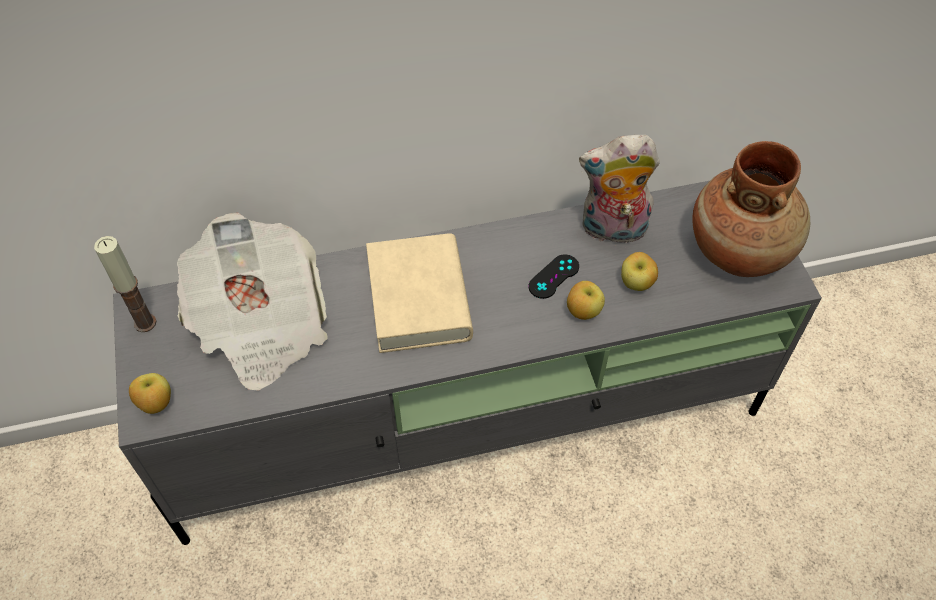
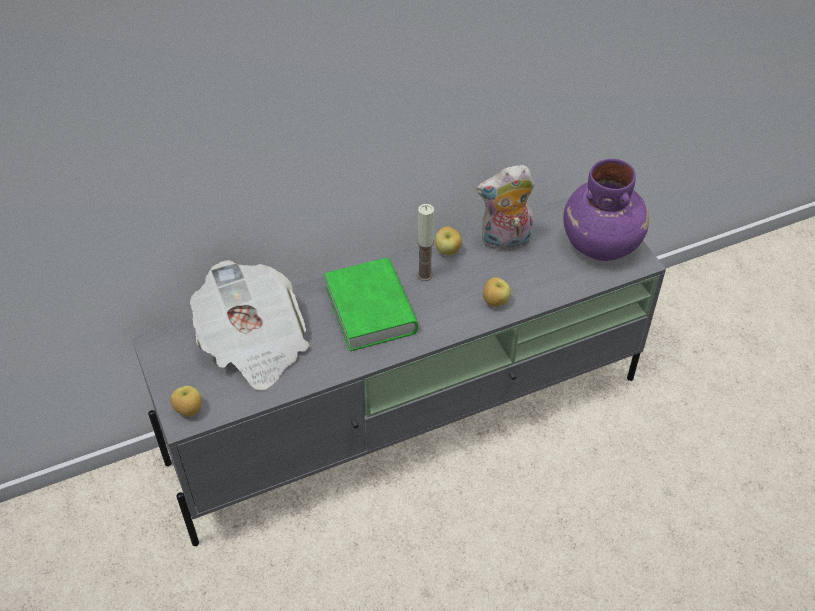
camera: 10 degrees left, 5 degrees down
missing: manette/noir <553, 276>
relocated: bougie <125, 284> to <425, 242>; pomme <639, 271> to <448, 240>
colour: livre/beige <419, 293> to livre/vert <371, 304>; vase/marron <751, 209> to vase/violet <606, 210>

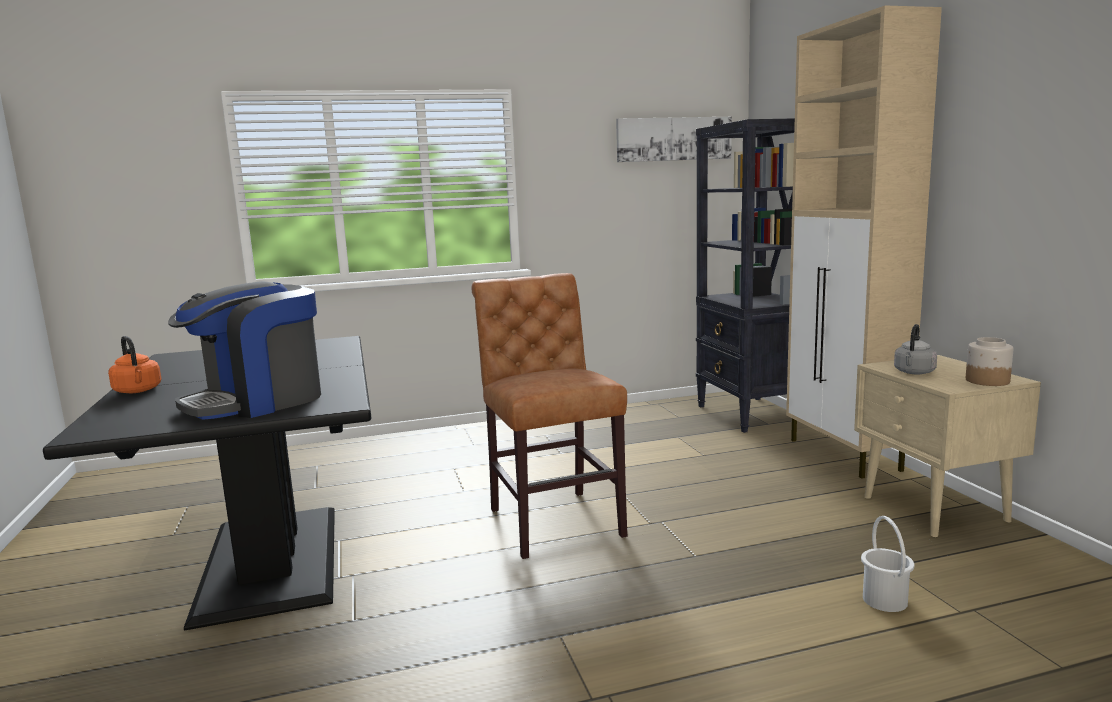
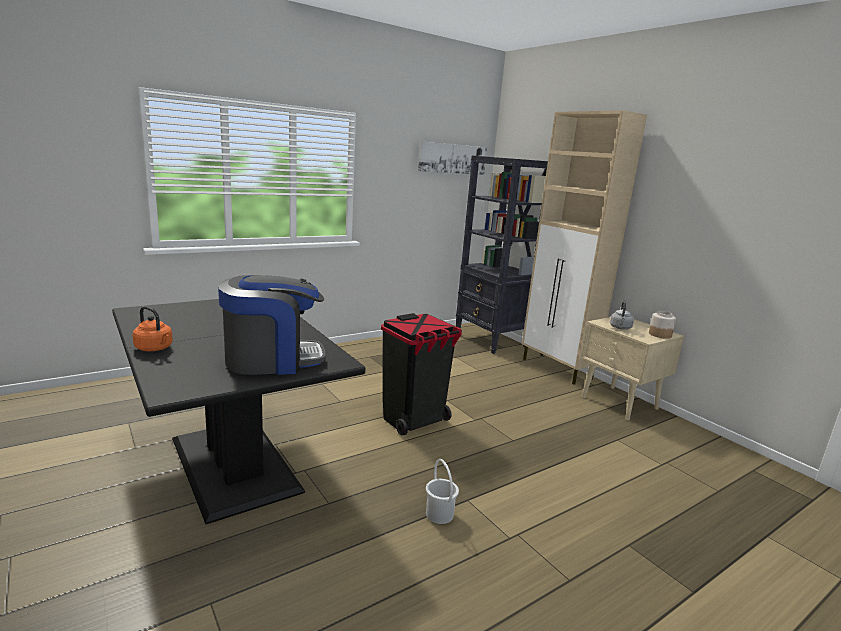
camera: 20 degrees left, 5 degrees up
relocated: seau/blanc <887, 564> to <442, 491>
exchanged: chaise/marron <549, 416> to poubelle/noir <421, 374>
spun: machine à café <244, 350> = <271, 325> 135 degrees counterclockwise

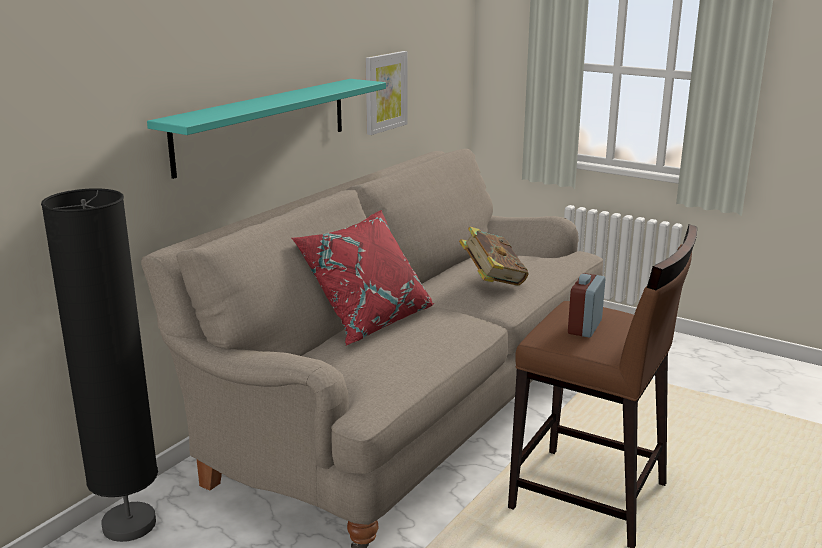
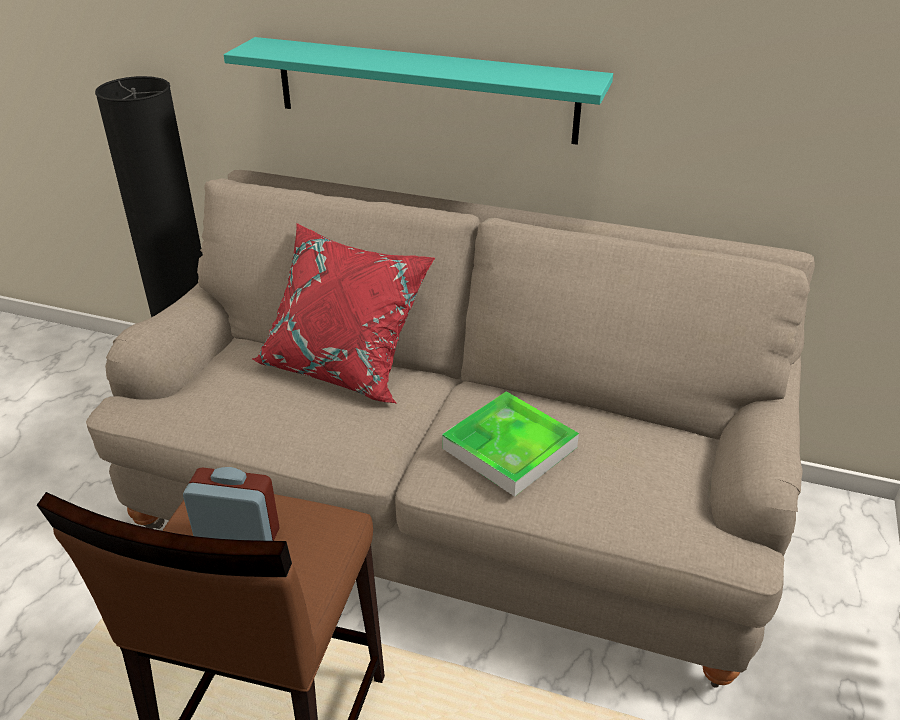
camera: 75 degrees right, 15 degrees up
missing: tableau <386, 93>
exchanged: livre <494, 256> to plateau <510, 444>

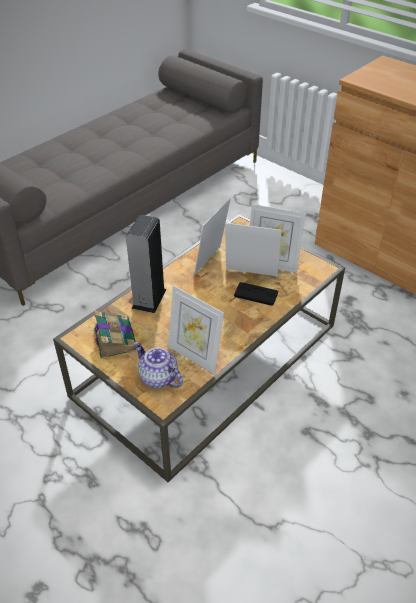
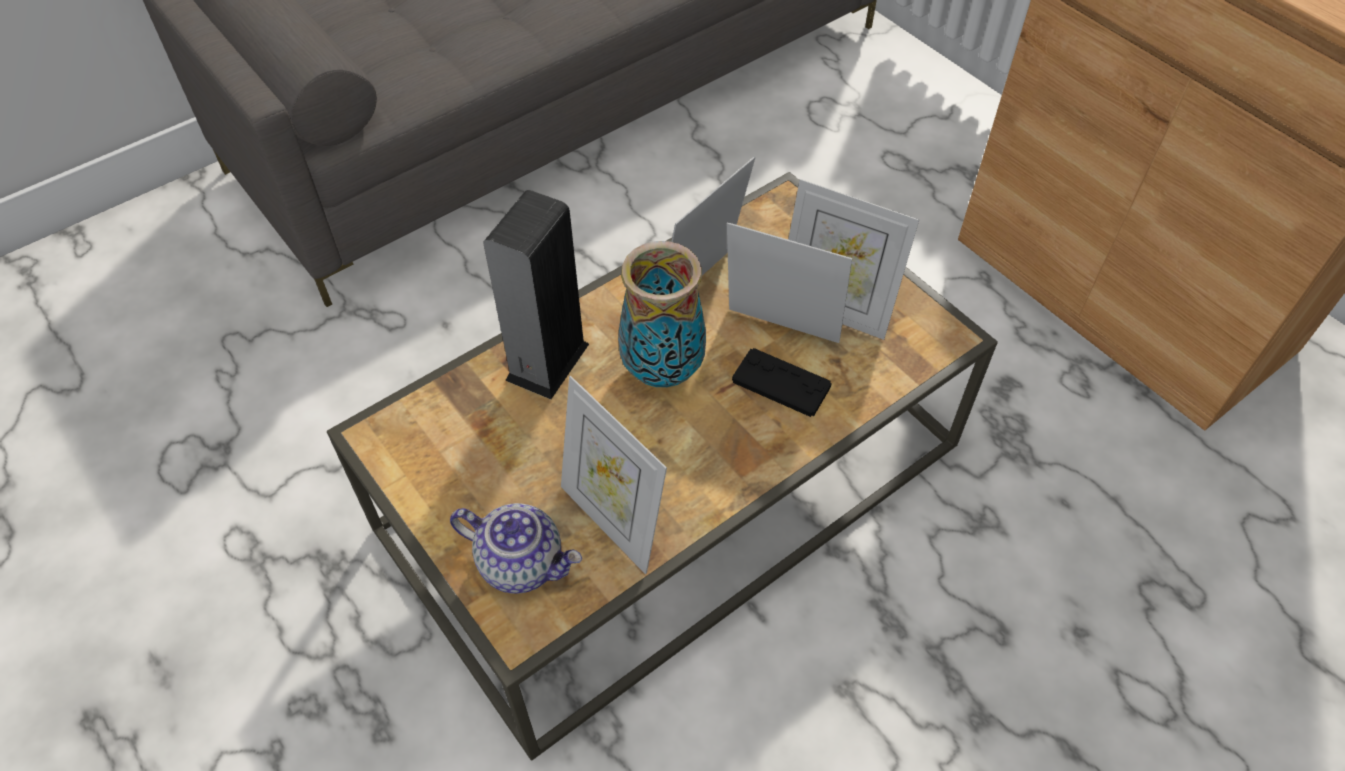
camera: 10 degrees right, 10 degrees up
missing: livre <115, 335>
appeared: vase <662, 314>
spun: théière <158, 365> = <516, 548> 150 degrees clockwise

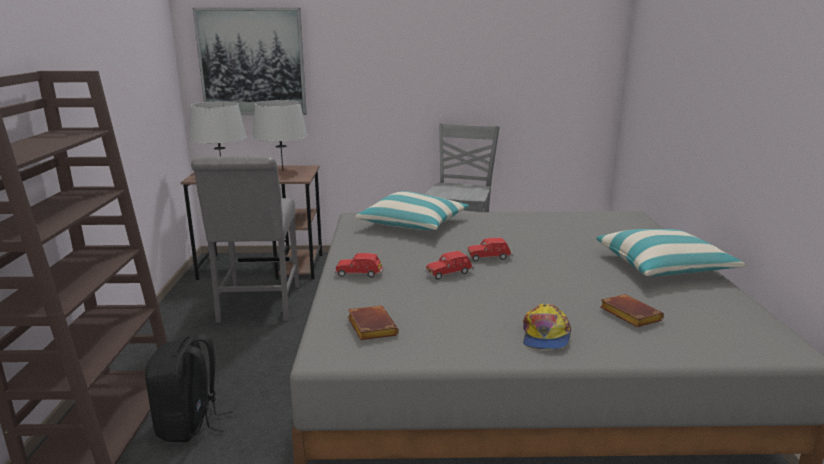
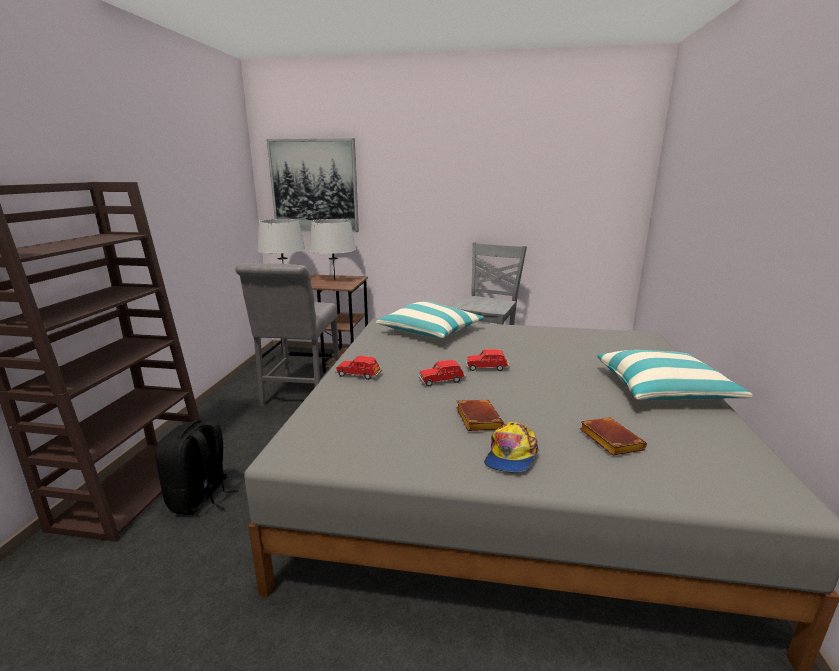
camera: 10 degrees right, 0 degrees up
relocated: livre/marron <373, 323> to <480, 415>

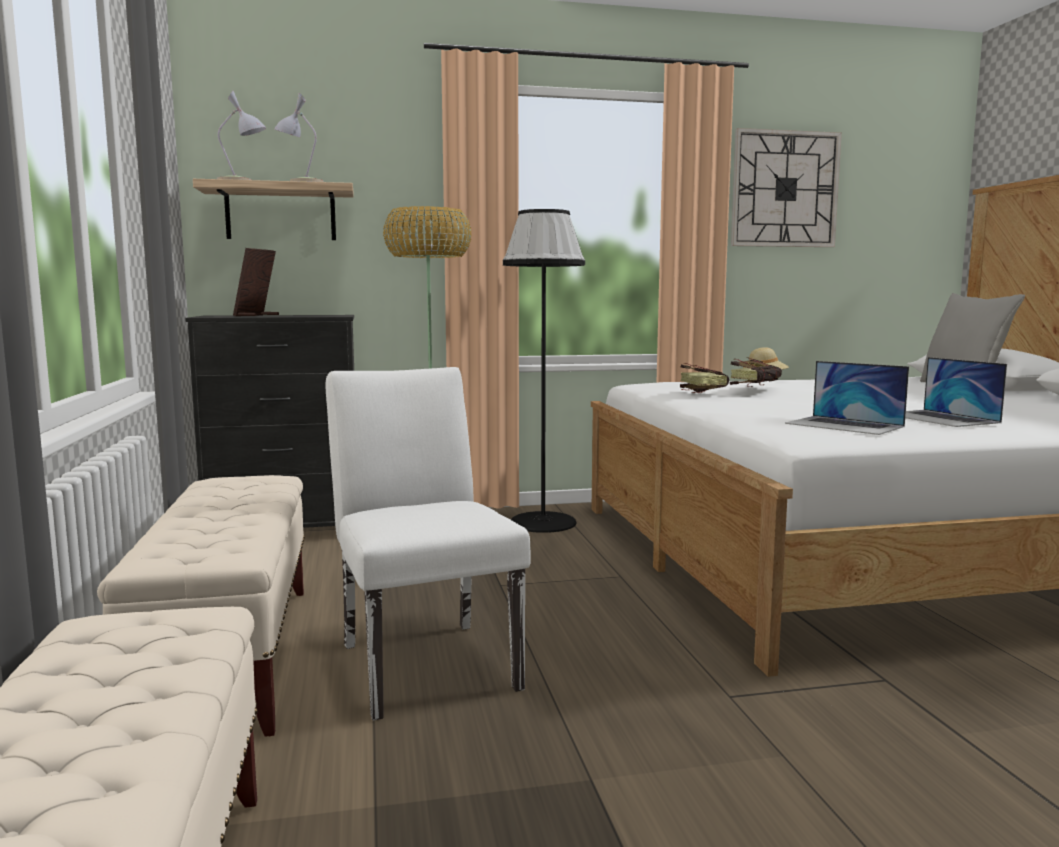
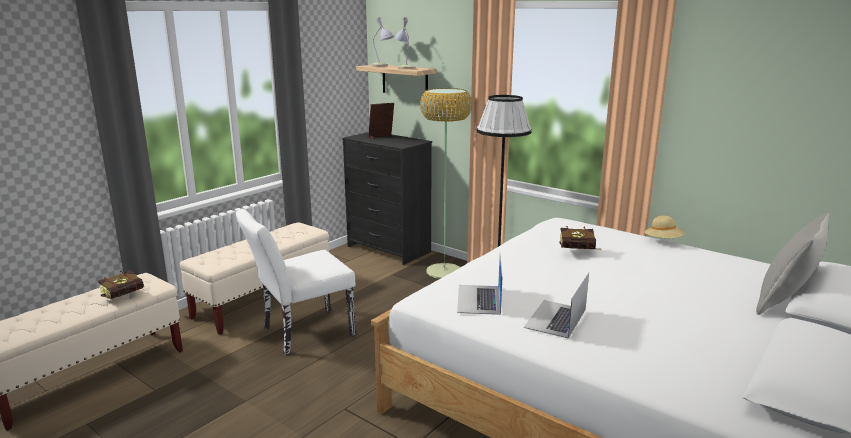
camera: 50 degrees right, 10 degrees up
missing: horloge murale <786, 187>
relocated: livre <704, 378> to <121, 284>
spun: chaise/blanc <428, 544> = <296, 282> 150 degrees counterclockwise

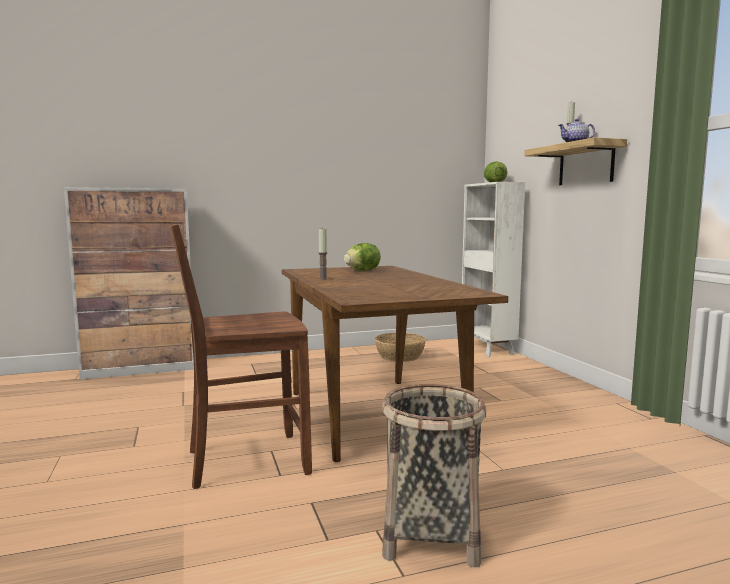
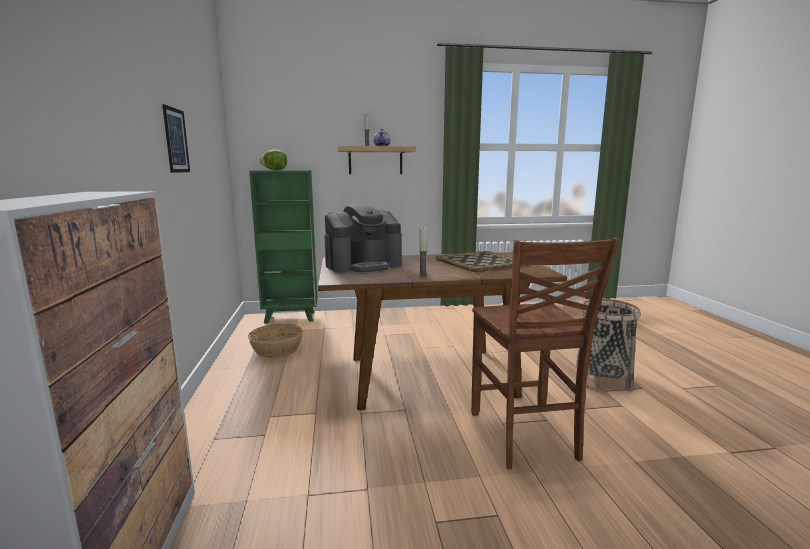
camera: 80 degrees left, 5 degrees up
appeared: tableau <176, 138>; plateau <480, 261>
exchanged: laitue <362, 257> to machine à café <363, 239>
colour: bibliothèque/blanc <493, 269> to bibliothèque/vert <283, 247>

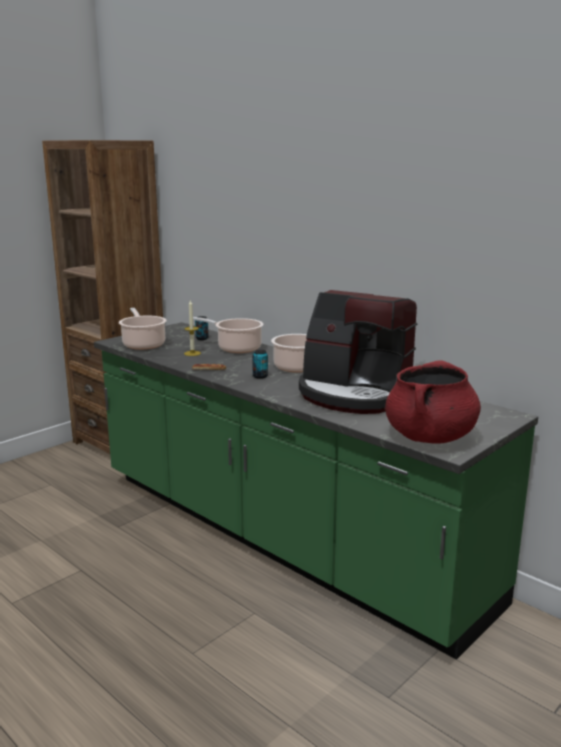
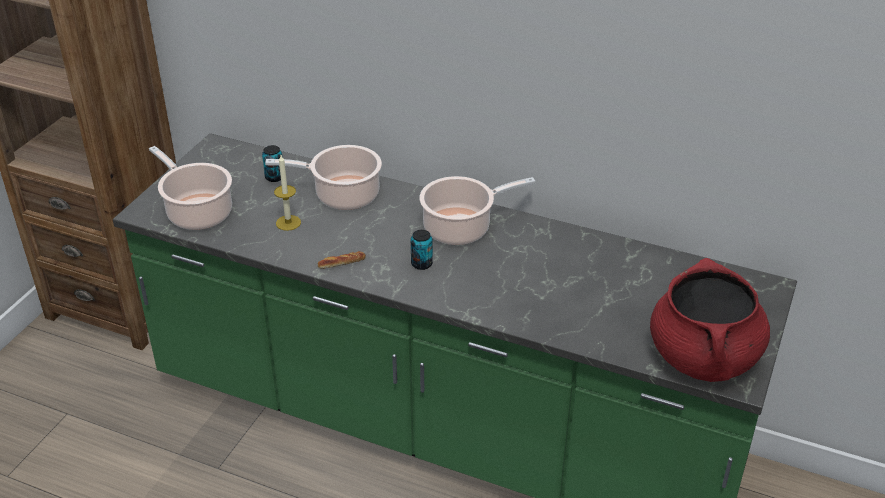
camera: 20 degrees left, 20 degrees up
missing: machine à café <358, 352>

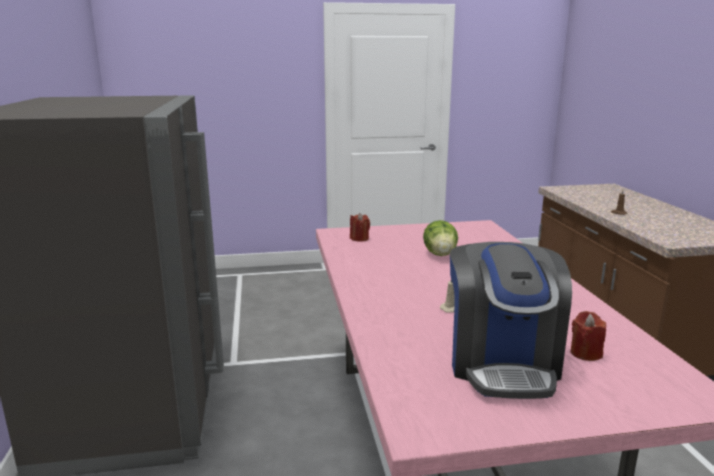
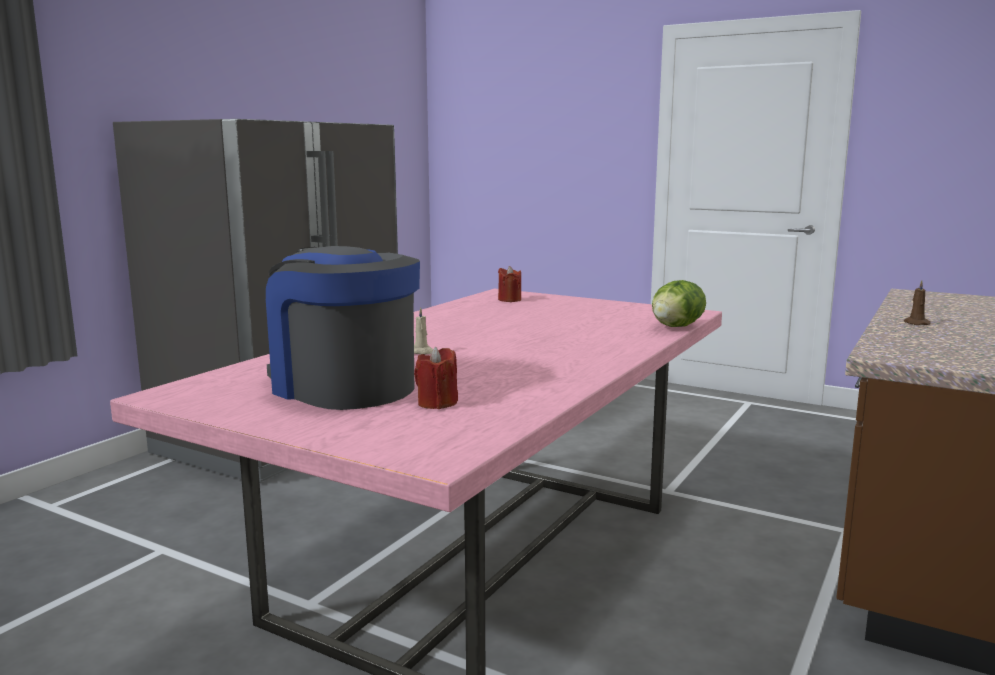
camera: 40 degrees right, 5 degrees down
relocated: laitue <440, 238> to <679, 303>
spun: machine à café <511, 320> = <343, 328> 90 degrees clockwise

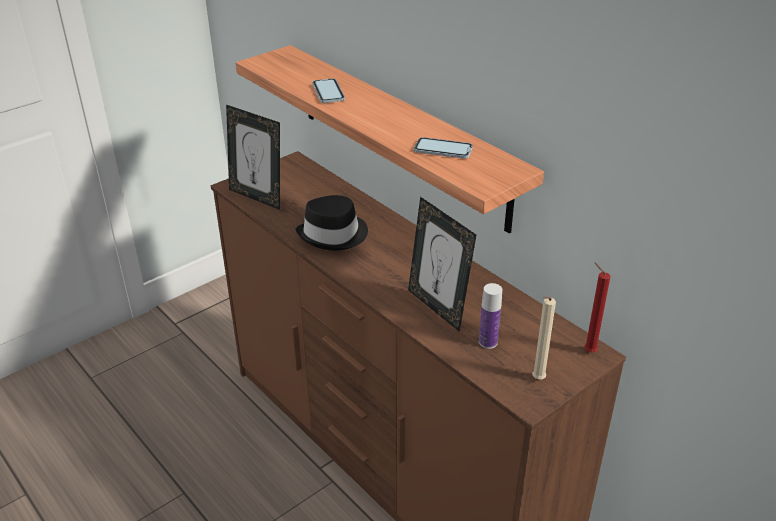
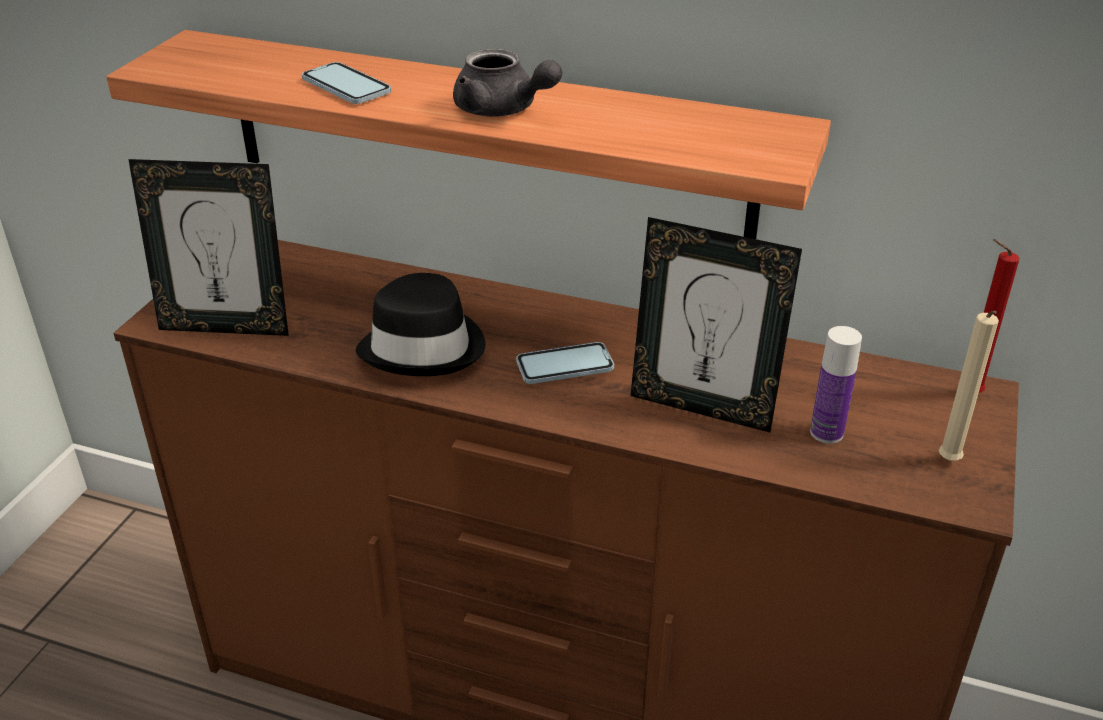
camera: 30 degrees left, 0 degrees up
appeared: théière/gris <507, 83>
relocated: téléphone <443, 148> to <565, 363>

